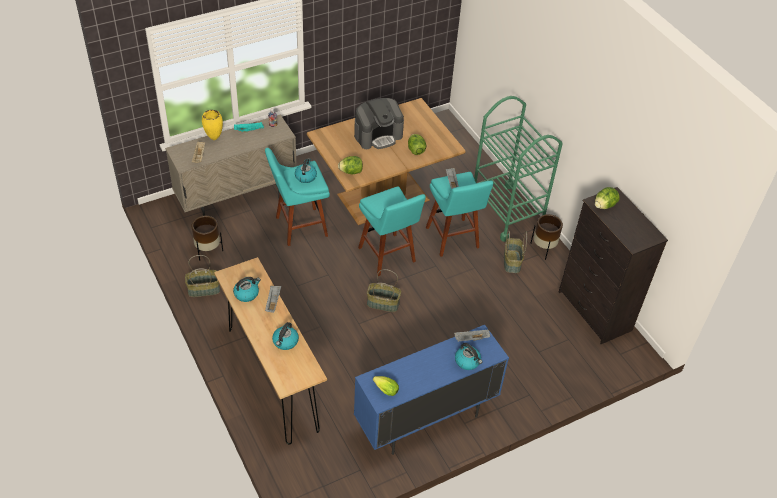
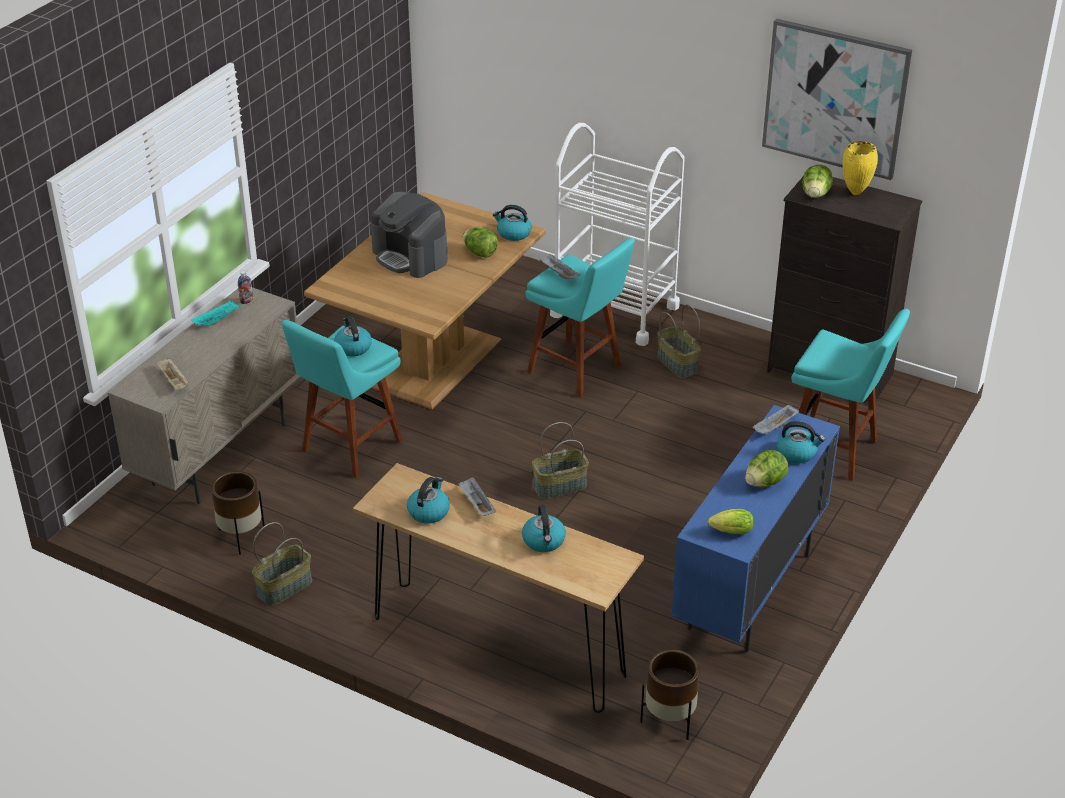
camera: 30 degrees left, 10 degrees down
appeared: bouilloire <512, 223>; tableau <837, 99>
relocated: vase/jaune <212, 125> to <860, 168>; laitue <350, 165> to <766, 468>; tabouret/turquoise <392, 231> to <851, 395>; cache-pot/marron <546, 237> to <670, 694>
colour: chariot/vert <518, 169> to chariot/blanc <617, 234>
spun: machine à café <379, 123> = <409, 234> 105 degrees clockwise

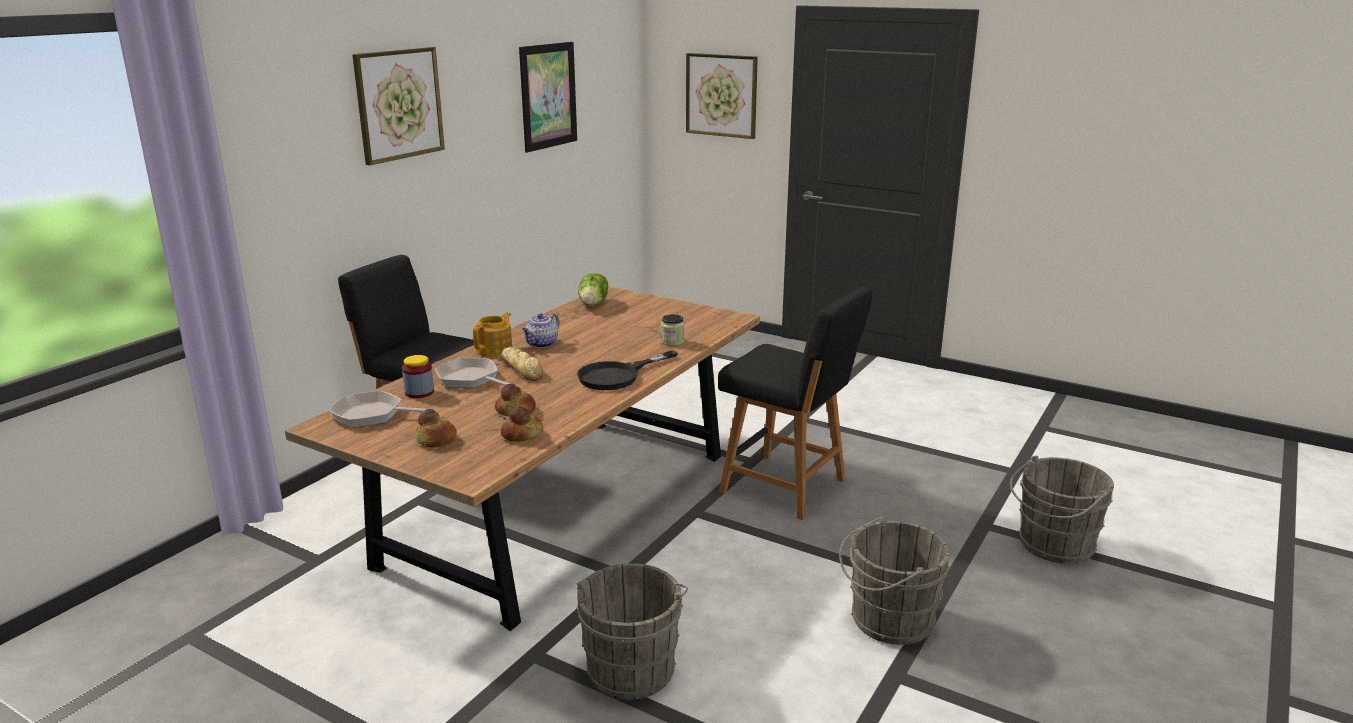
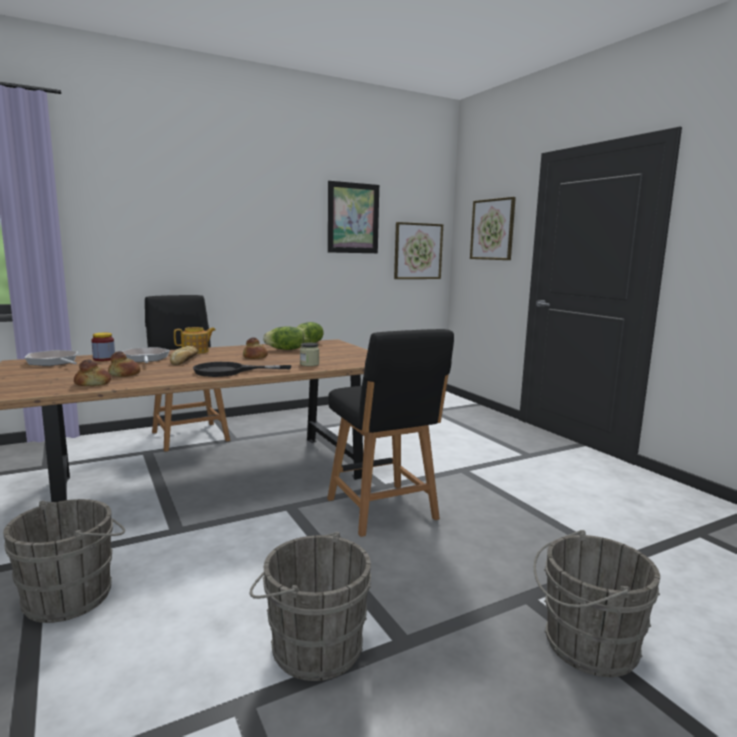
camera: 30 degrees right, 10 degrees down
missing: théière <541, 330>
appeared: laitue <283, 338>
relocated: tableau <398, 106> to <418, 250>; pain <436, 428> to <255, 348>

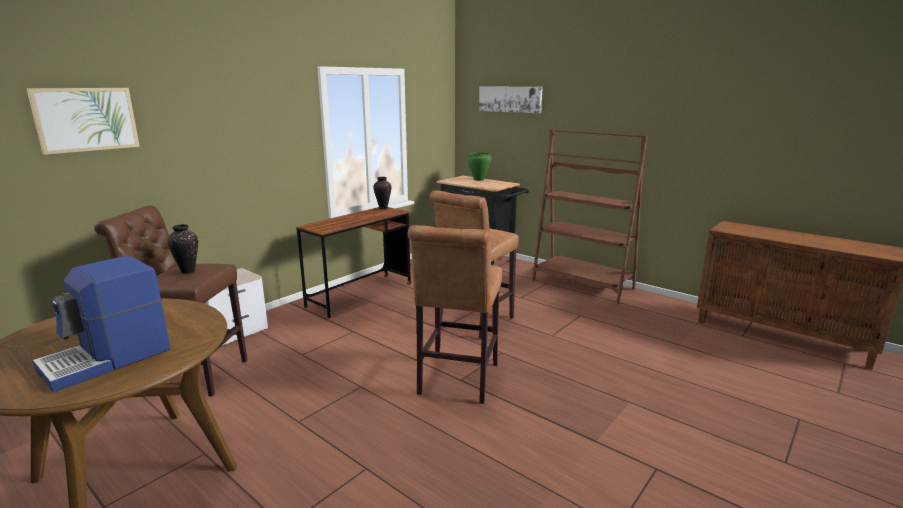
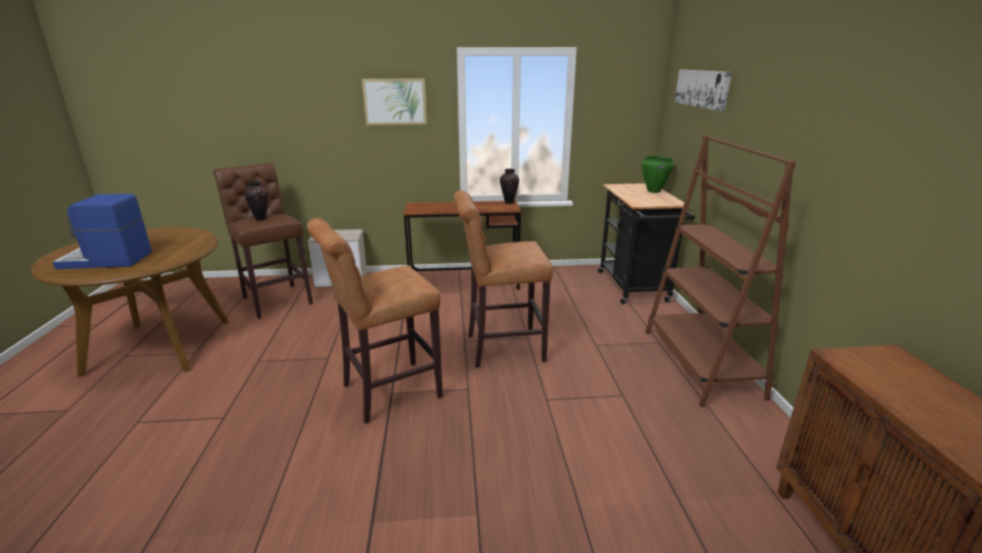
camera: 45 degrees right, 5 degrees up
relocated: tableau <83, 121> to <394, 102>

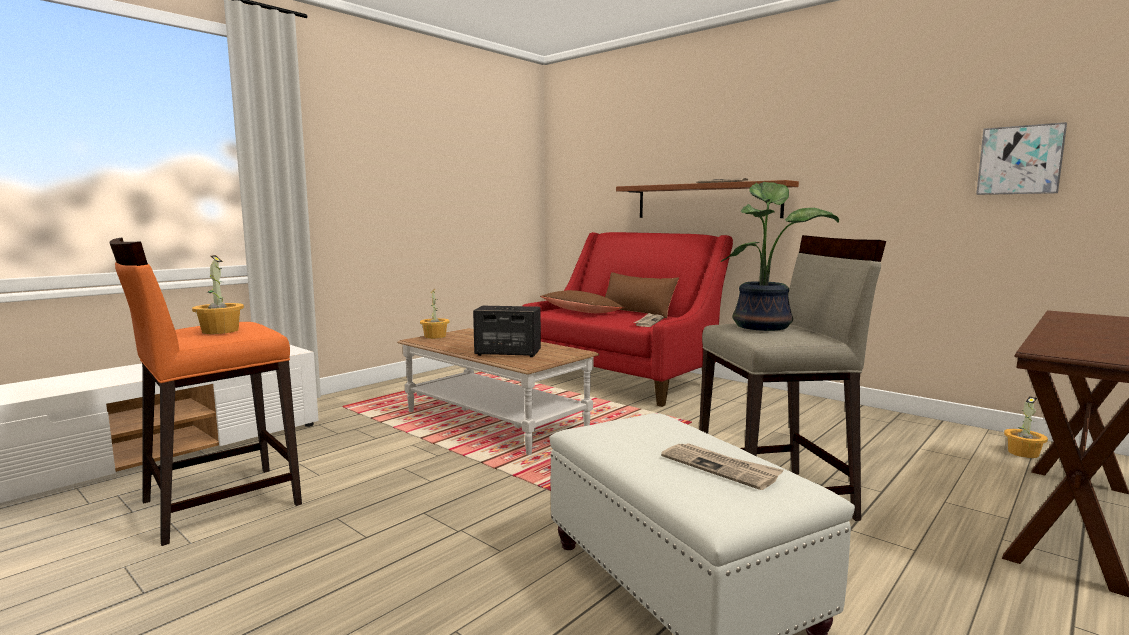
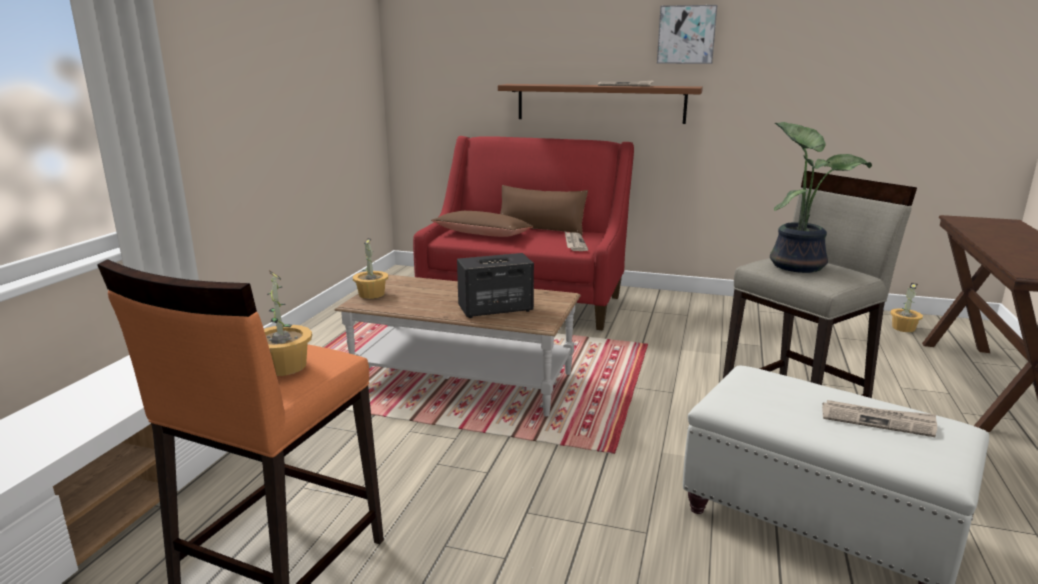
camera: 25 degrees left, 10 degrees up
relocated: tableau <1021, 158> to <687, 34>

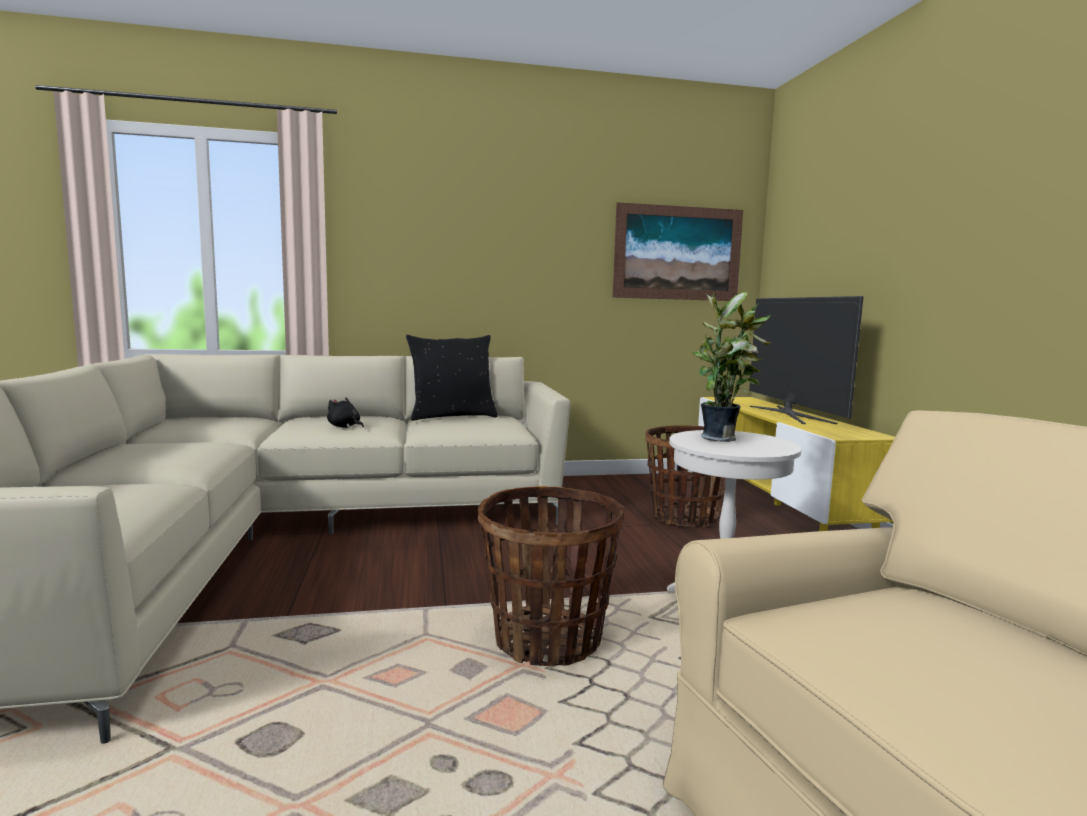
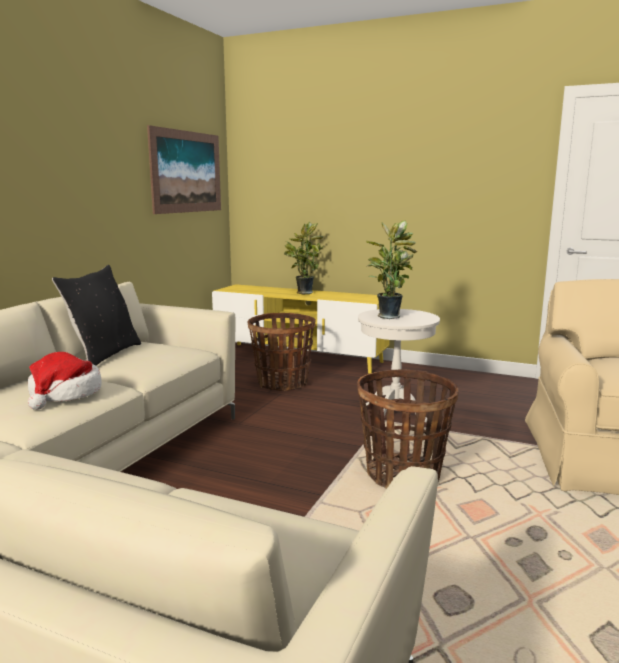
camera: 55 degrees left, 5 degrees up
exchanged: peluche/noir <345, 413> to chapeau <65, 381>; téléviseur <806, 360> to plante en pot <304, 258>

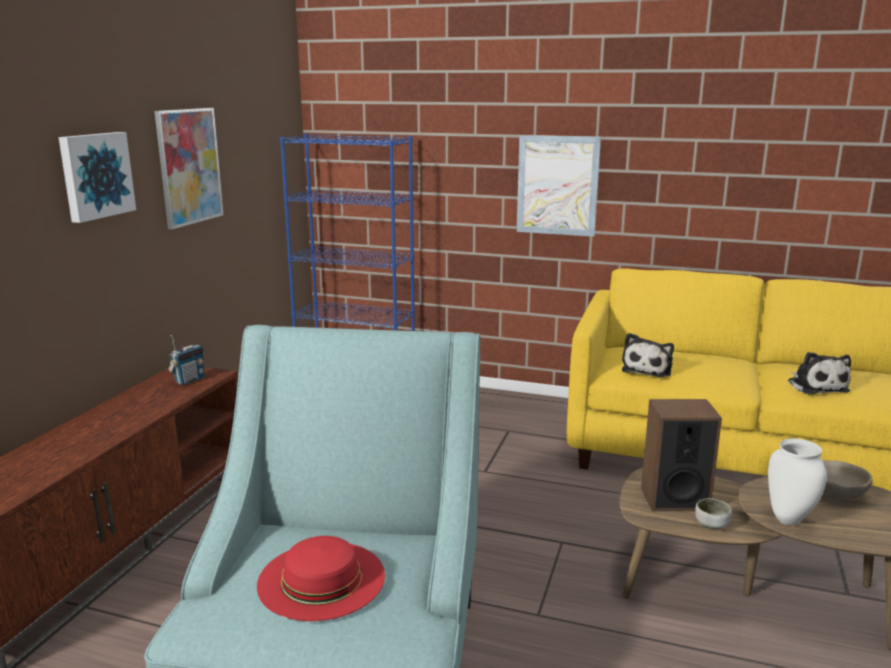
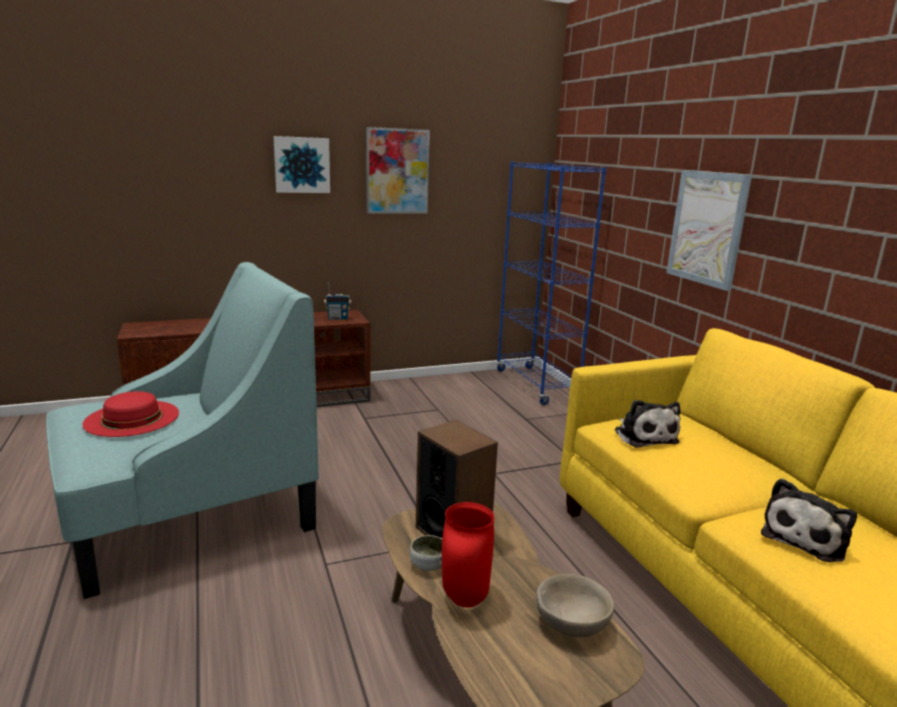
camera: 50 degrees right, 0 degrees up
colour: vase/blanc <797, 482> to vase/rouge <467, 554>
spun: peluche <648, 355> = <647, 424> 90 degrees counterclockwise

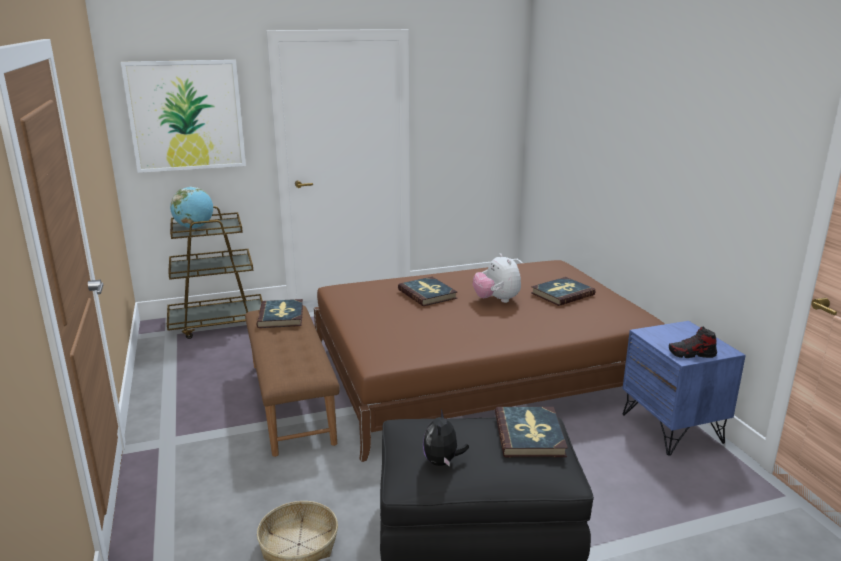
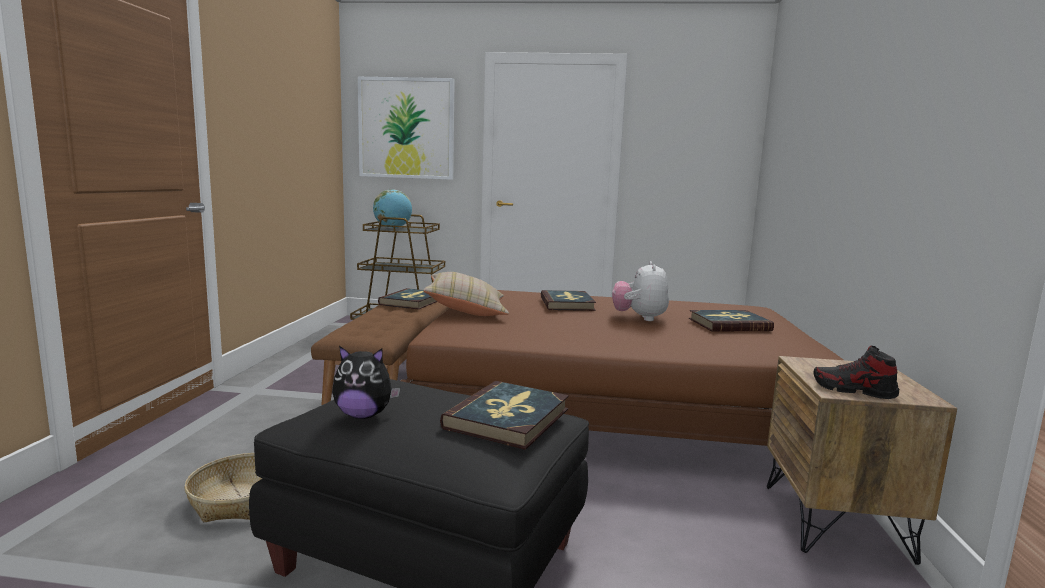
camera: 25 degrees right, 10 degrees down
appeared: coussin/beige <466, 294>
colour: table de chevet/bleu <684, 388> to table de chevet/marron <862, 460>
spun: peluche <446, 437> = <366, 382> 120 degrees counterclockwise

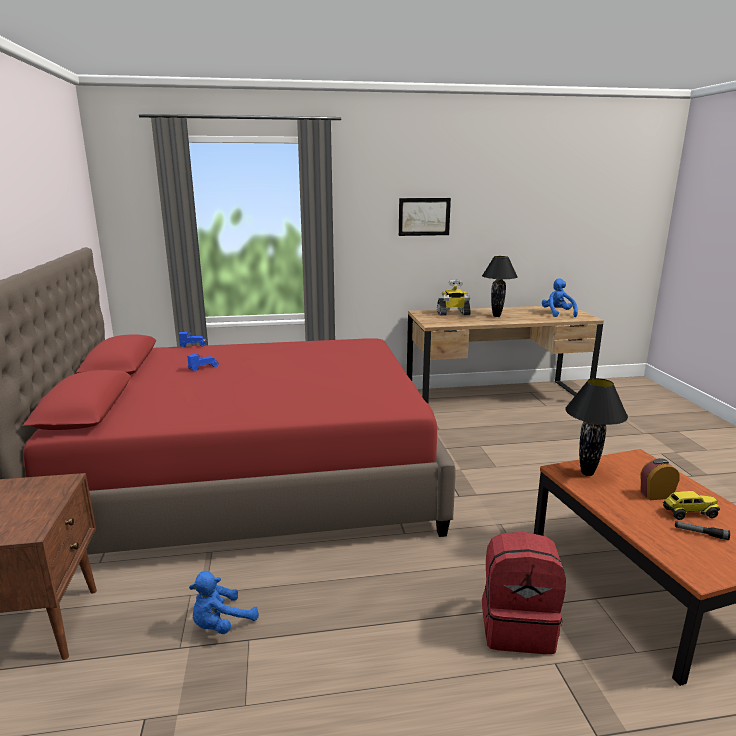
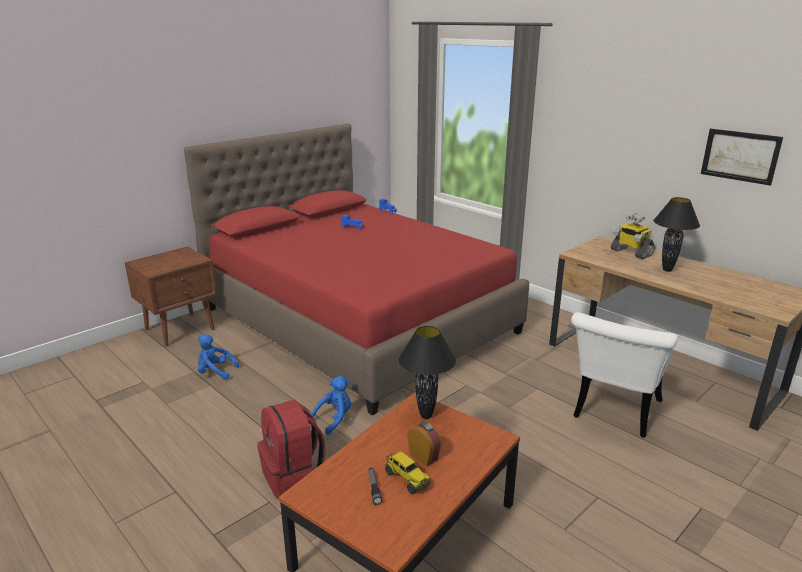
camera: 55 degrees right, 5 degrees up
appeared: chaise/blanc <624, 375>
relocated: tableau <425, 217> to <742, 157>; peluche/bleu <560, 297> to <331, 405>

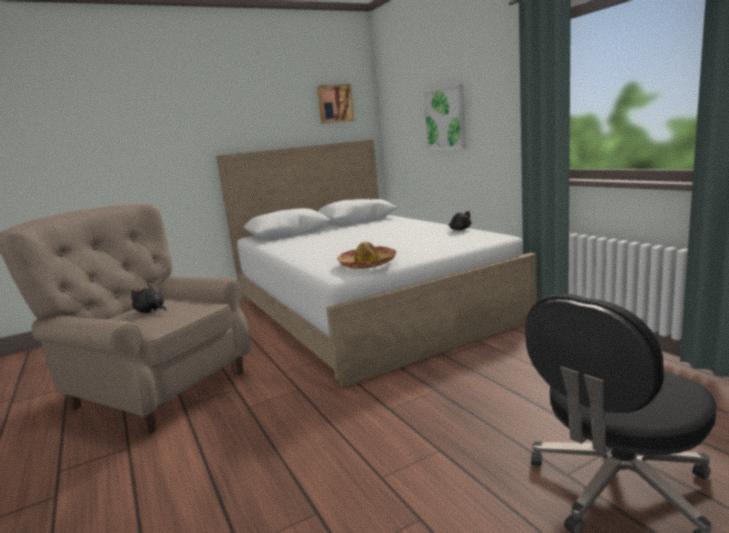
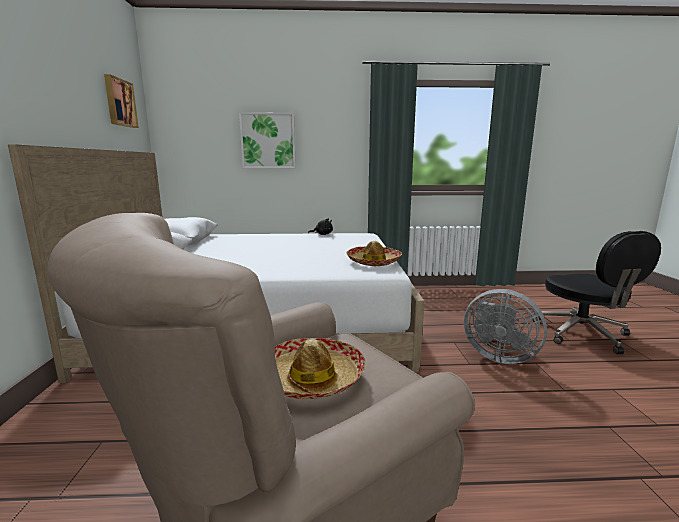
camera: 65 degrees left, 0 degrees up
appeared: ventilateur/gris <505, 326>
exchanged: peluche/noir <149, 298> to chapeau <320, 368>

